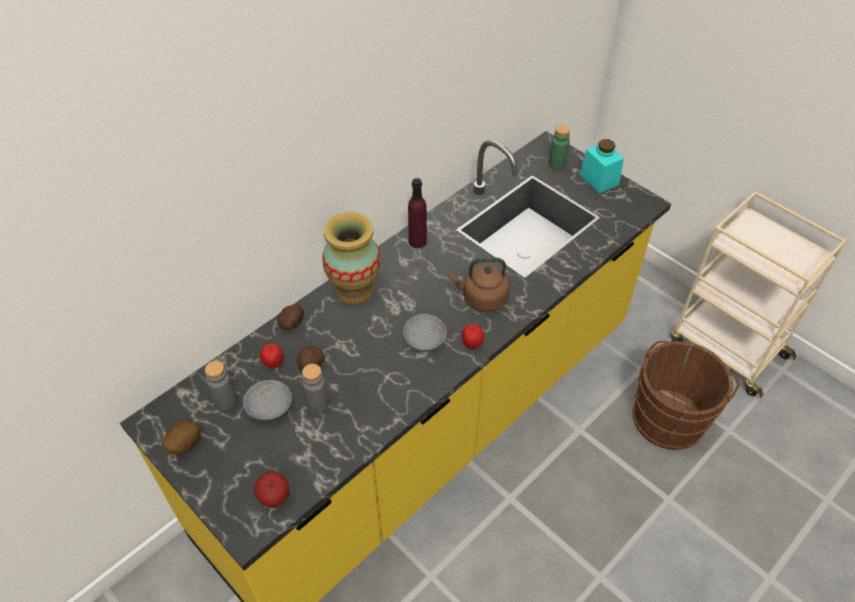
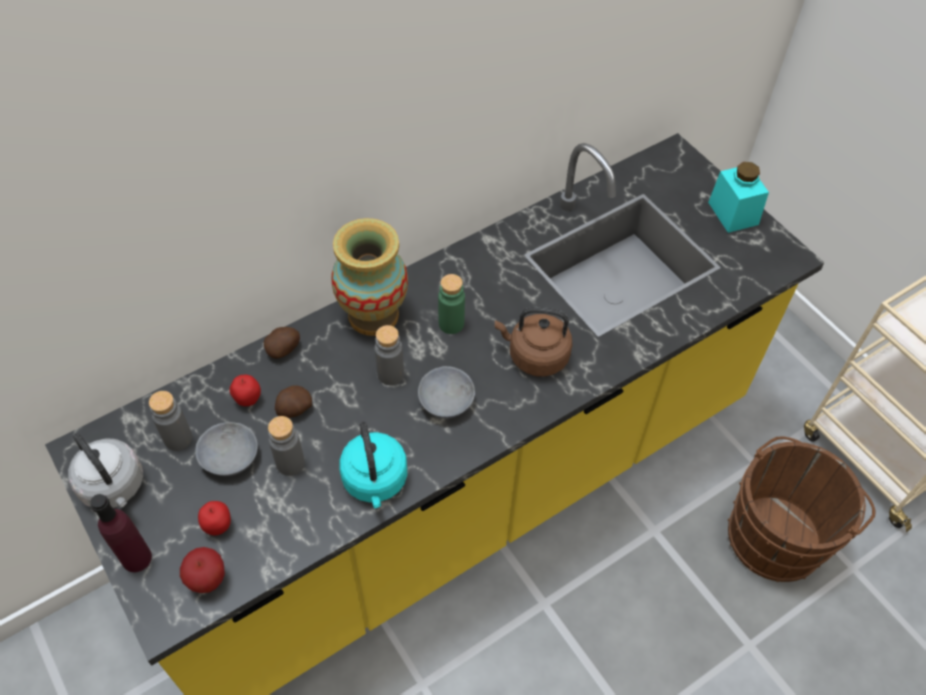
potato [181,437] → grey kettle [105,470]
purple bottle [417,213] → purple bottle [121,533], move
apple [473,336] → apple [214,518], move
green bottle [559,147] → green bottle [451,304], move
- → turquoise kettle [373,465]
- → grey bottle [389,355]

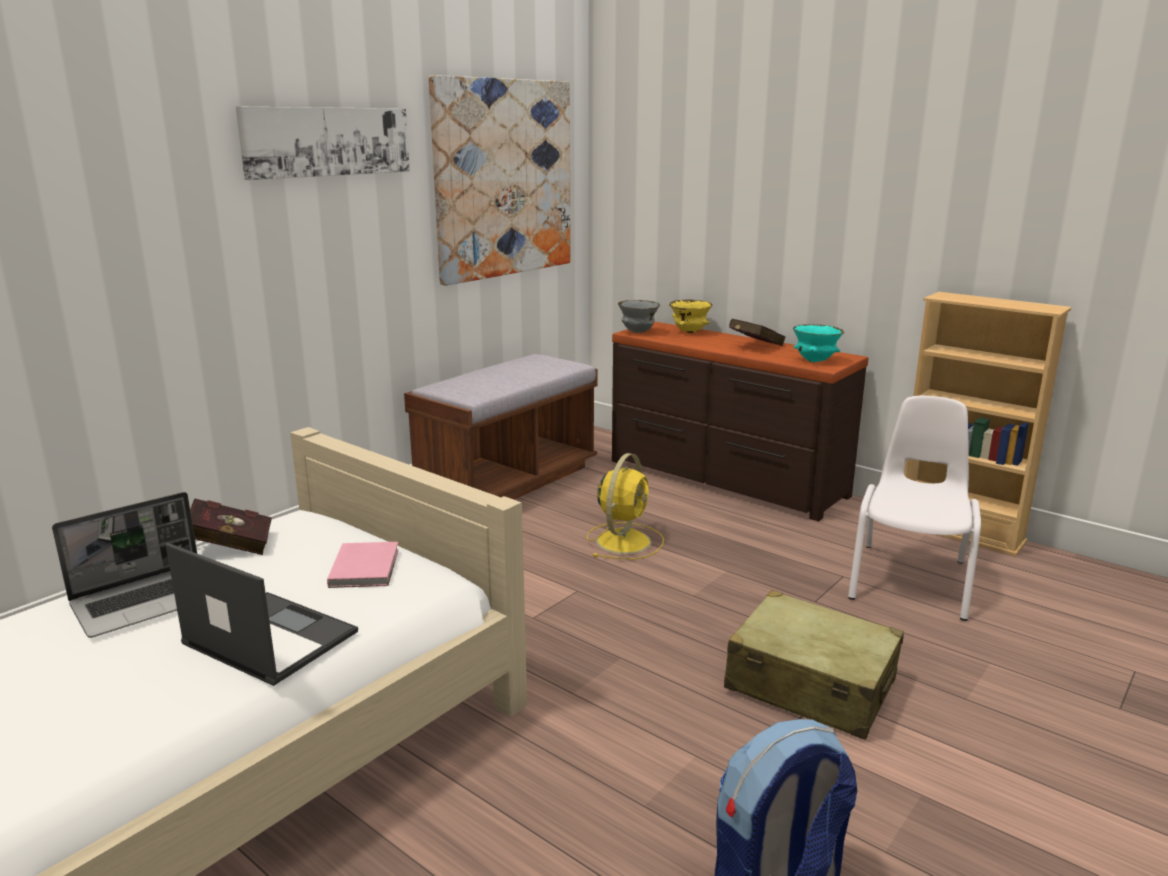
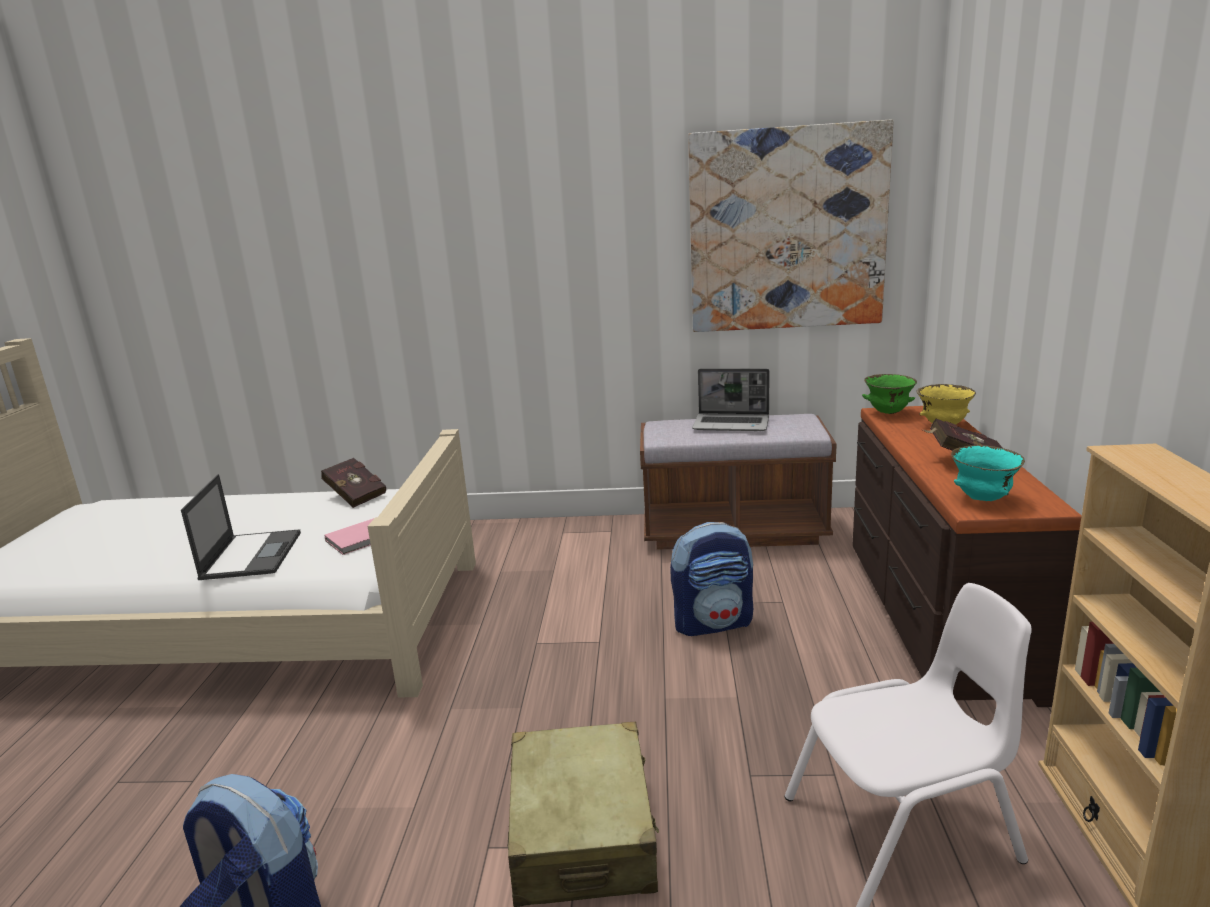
laptop [124,565] → laptop [731,400], move
picture [323,143] → -
yellow fan [625,506] → backpack [711,579]
grey bowl [639,316] → green bowl [889,394]

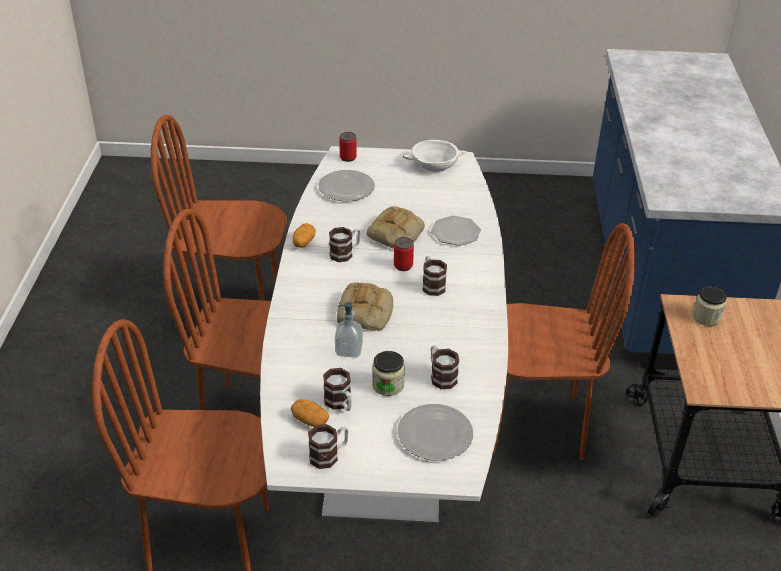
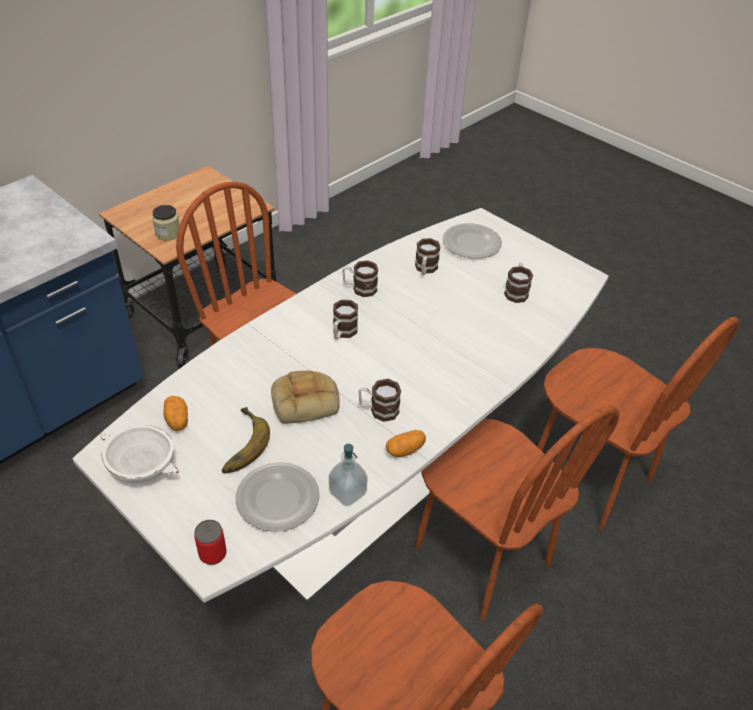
potato [310,413] → potato [175,413], move
mug [328,446] → mug [360,278], move
soap dispenser [349,330] → soap dispenser [348,475], move
bread [365,306] → -
jar [388,373] → -
can [404,254] → -
plate [456,231] → -
- → banana [246,440]

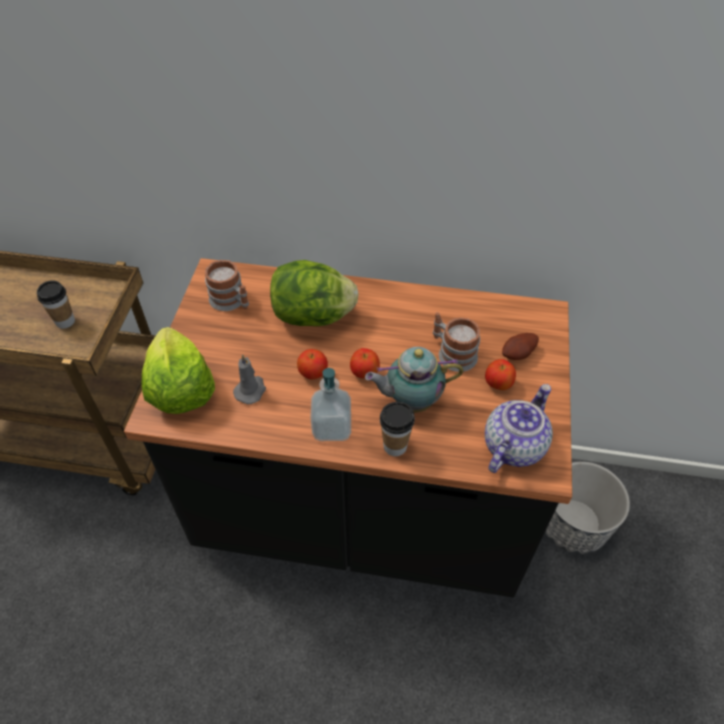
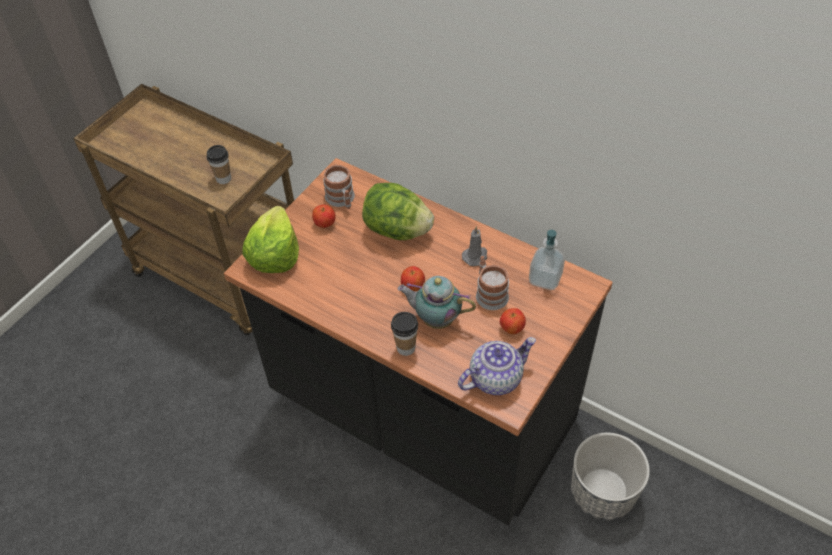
grey candle [249,379] → grey candle [474,246], move
apple [312,364] → apple [324,216], move
soap dispenser [331,404] → soap dispenser [547,260], move
potato [520,346] → -

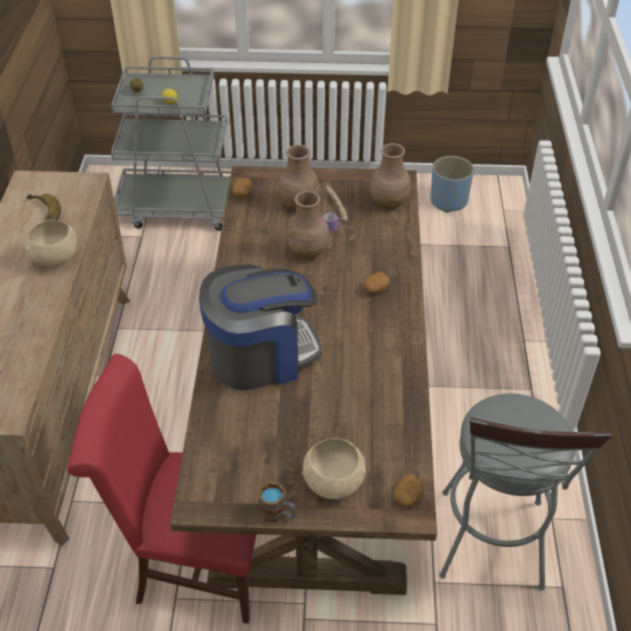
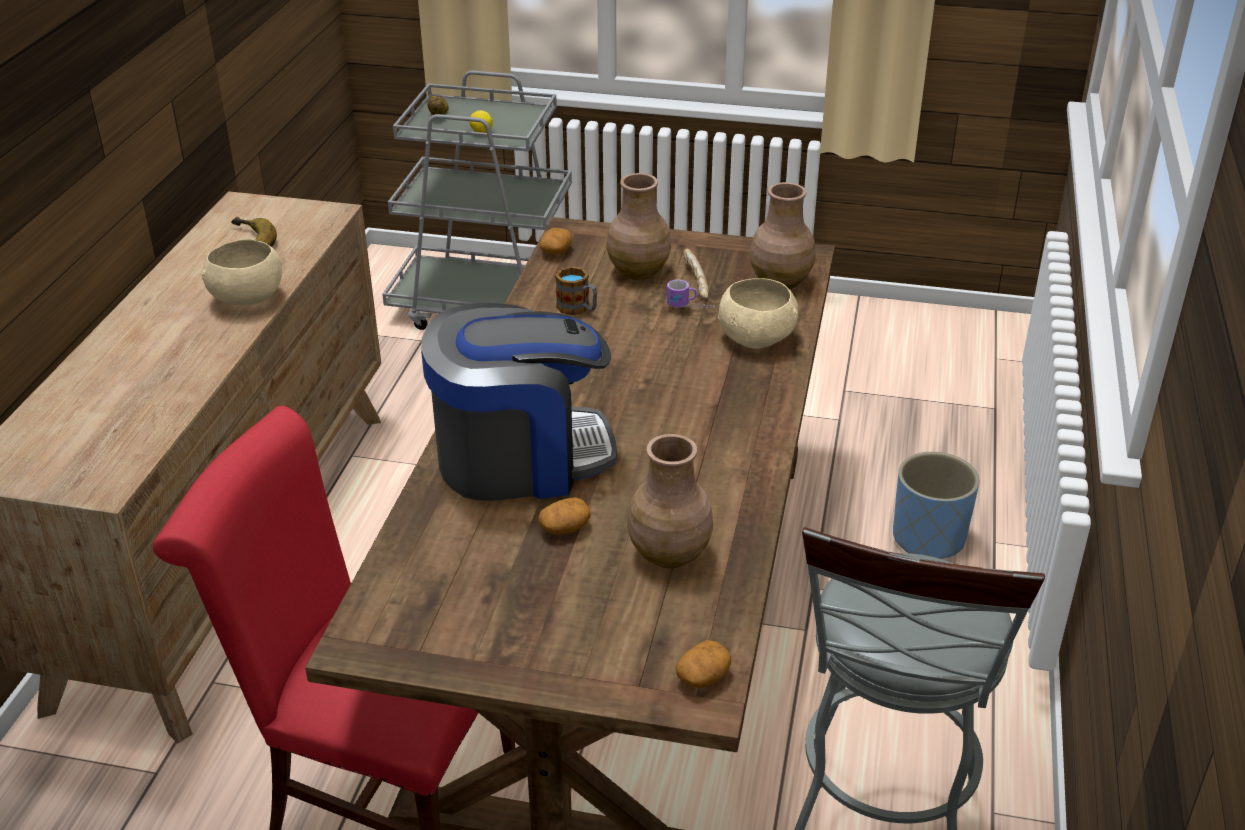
mug [277,502] → mug [576,290], move
brown vase [308,225] → brown vase [670,501], move
beige bowl [334,468] → beige bowl [758,313], move
potato [376,283] → potato [564,515], move
blue planter [452,184] → blue planter [936,505], move

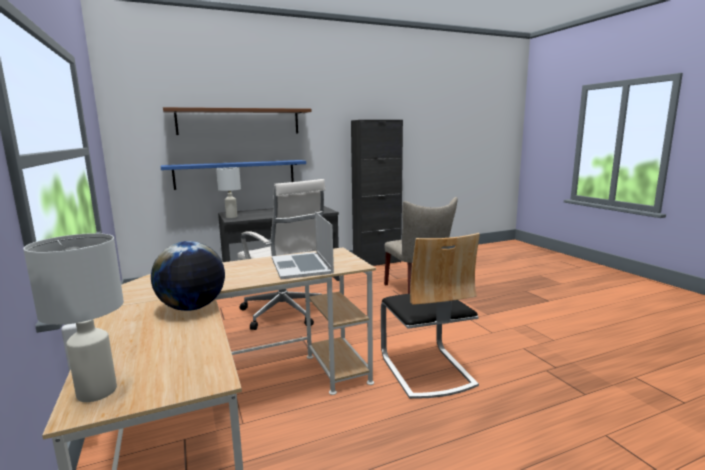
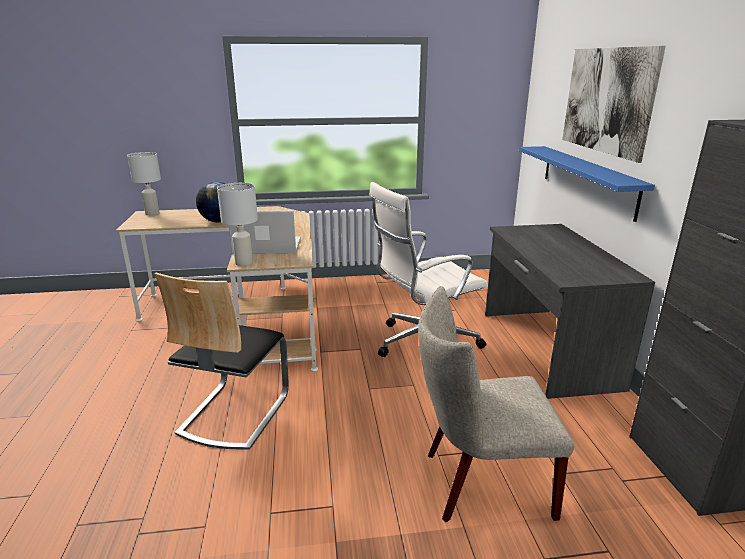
brown shelf [237,121] → picture [614,104]
white table lamp [228,193] → white table lamp [237,224], move
chair [430,316] → chair [222,361], 75 degrees counterclockwise

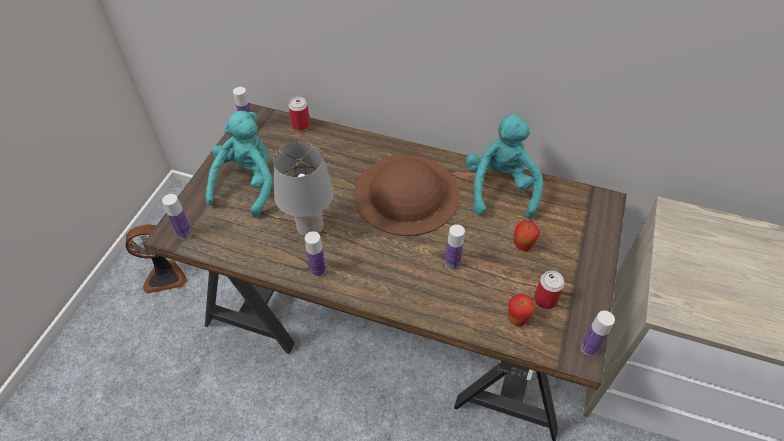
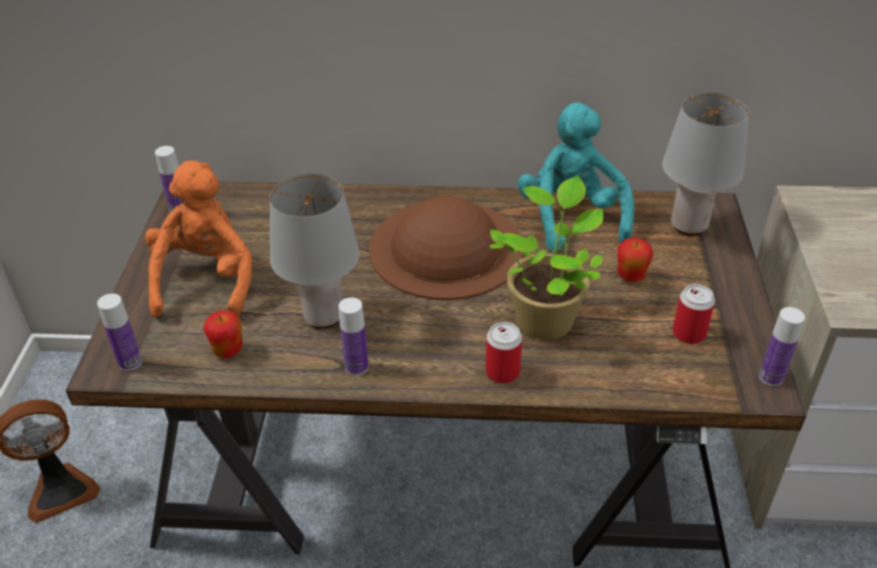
turquoise plush toy [239,164] → orange plush toy [198,239]
can [299,114] → can [504,353], move
bottle [455,247] → potted plant [547,257]
apple [521,310] → apple [223,334], move
- → grey table lamp [705,164]

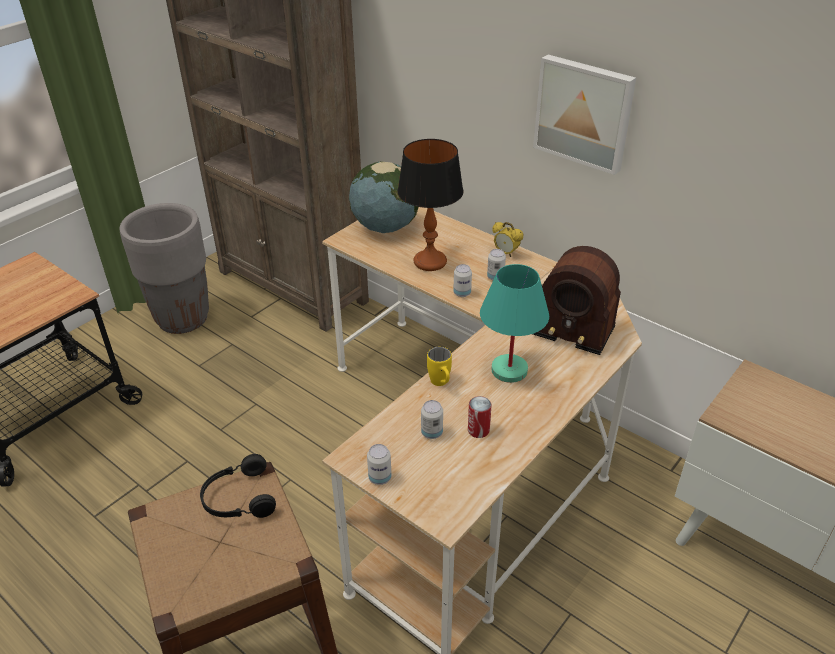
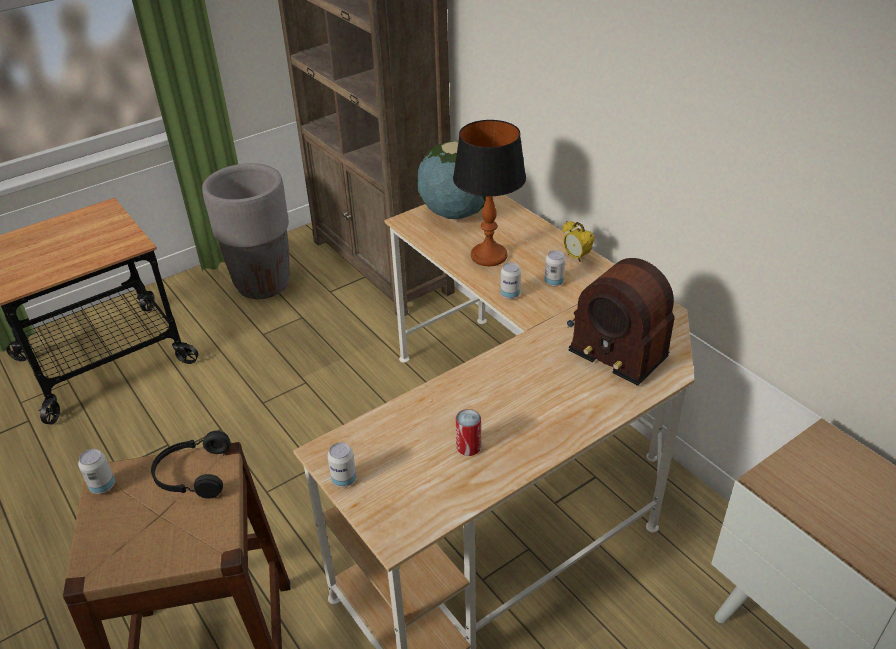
can [432,419] → can [96,471], move
yellow mug [439,366] → -
turquoise table lamp [514,323] → -
picture [584,115] → -

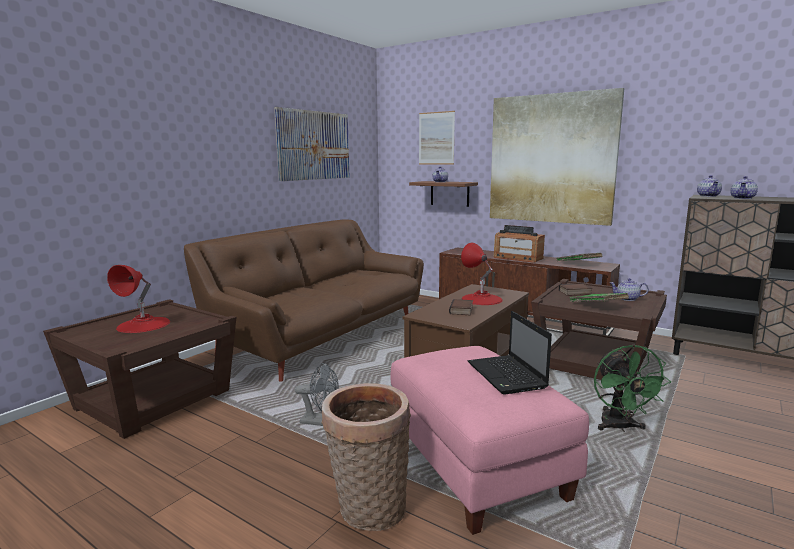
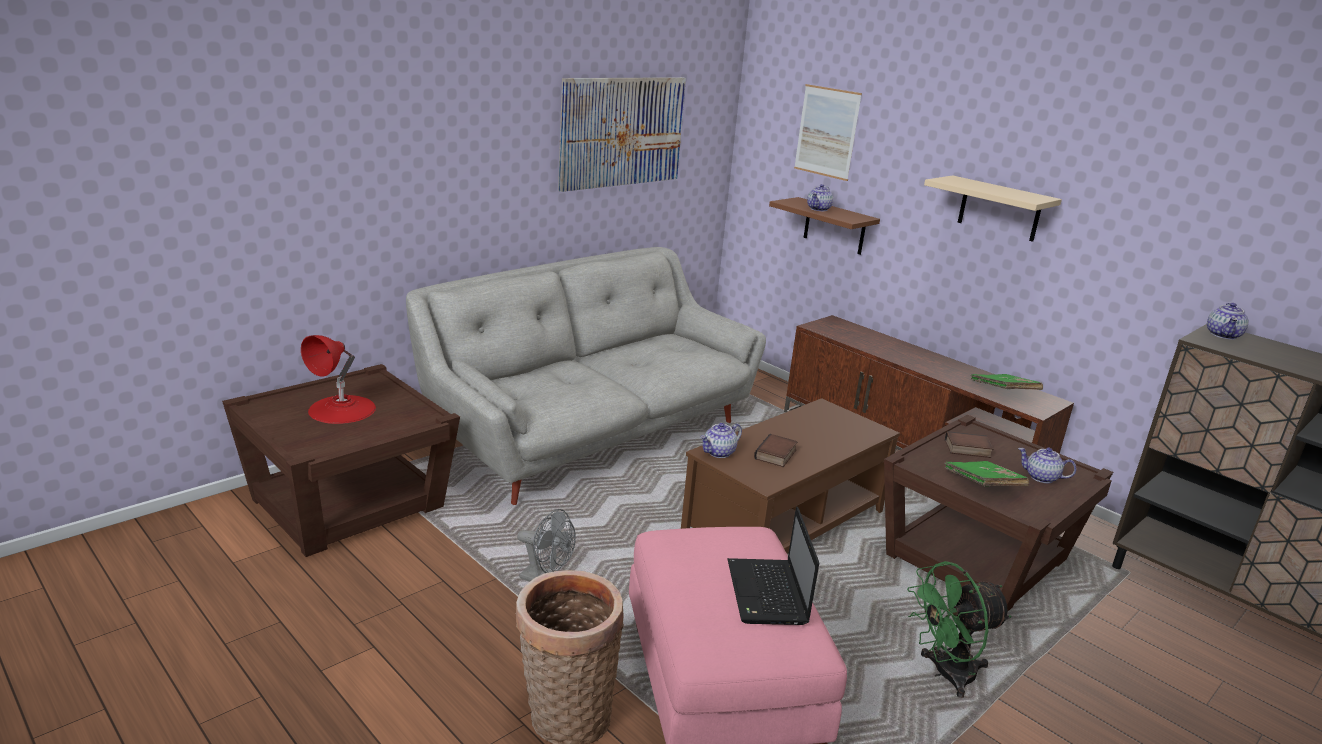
brown sofa [304,300] → grey sofa [586,376]
red table lamp [482,273] → -
picture [557,157] → beige shelf [993,208]
radio [519,244] → -
green fan [632,388] → green fan [959,629], 60 degrees clockwise
teapot [744,187] → teapot [721,440], move

